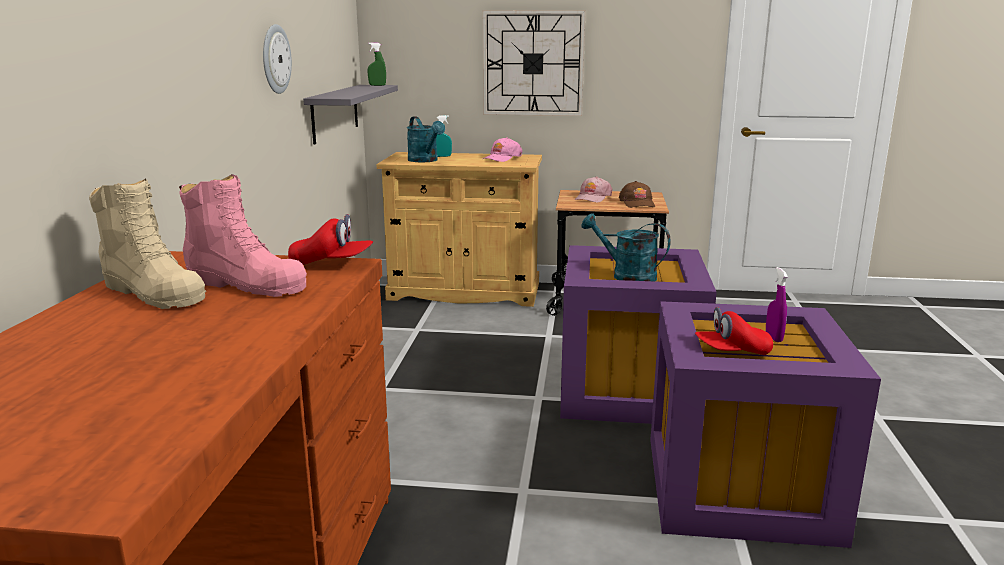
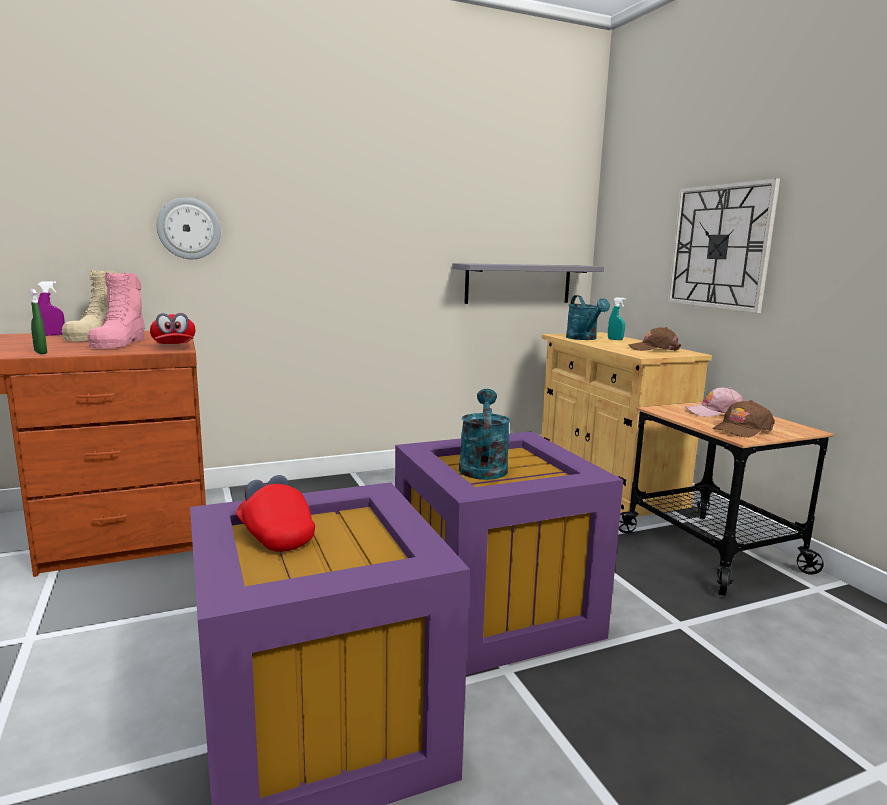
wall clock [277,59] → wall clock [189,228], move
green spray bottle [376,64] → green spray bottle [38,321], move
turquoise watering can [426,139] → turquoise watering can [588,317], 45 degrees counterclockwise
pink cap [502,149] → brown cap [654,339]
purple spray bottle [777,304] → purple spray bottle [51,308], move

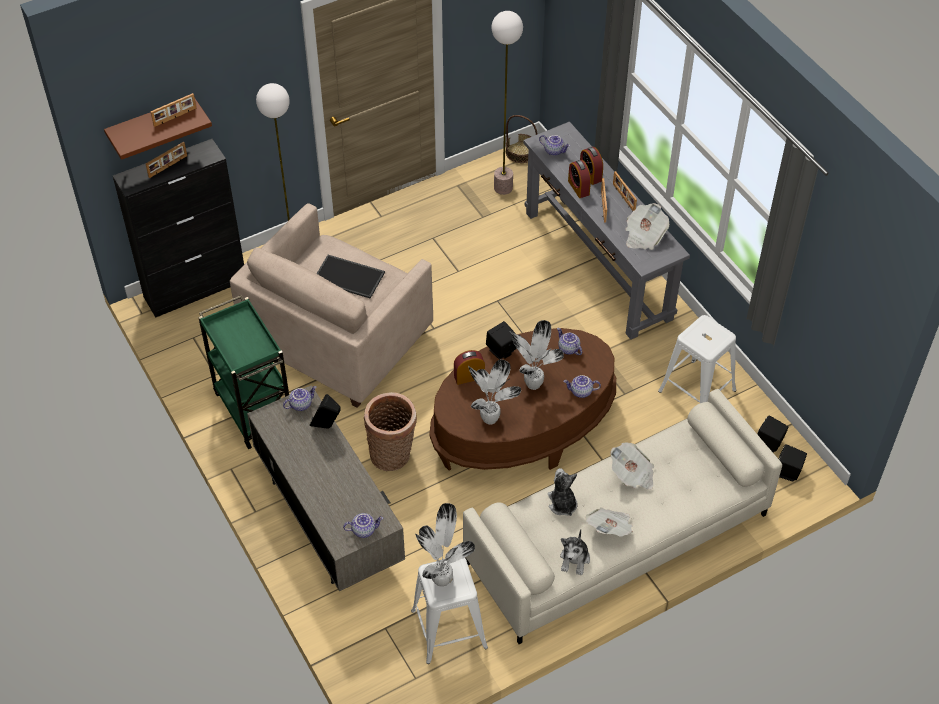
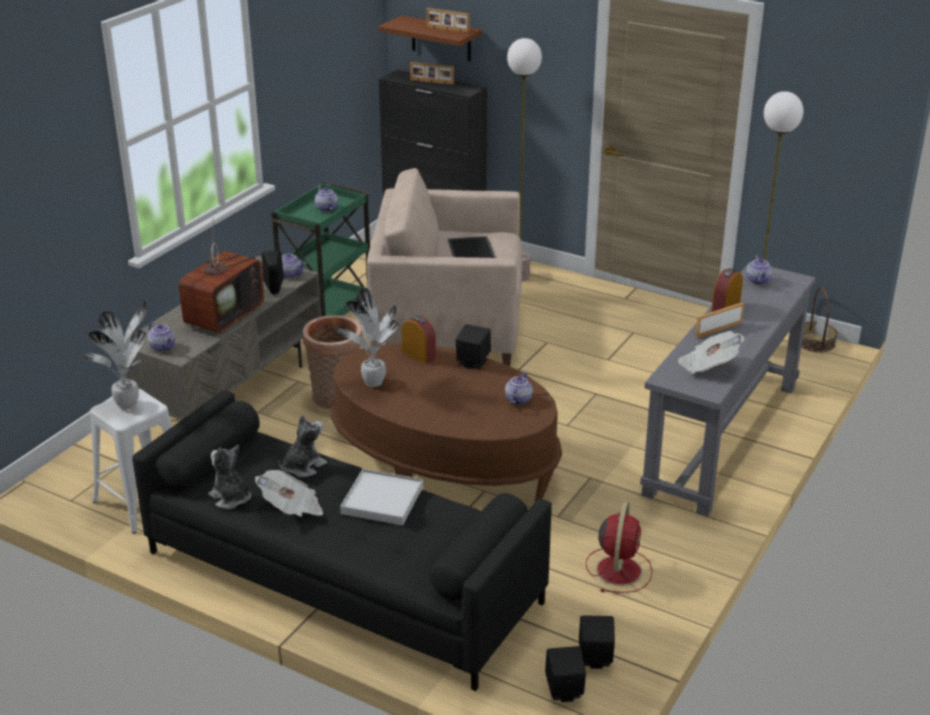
beige sofa [622,516] → black sofa [342,540]
potted plant [537,355] → -
plush toy [575,552] → plush toy [229,477], 60 degrees clockwise
teapot [582,386] → teapot [326,199], move
alarm clock [591,166] → -
newspaper [632,466] → white tray [381,497]
picture frame [625,191] → -
white stool [697,359] → red fan [619,547]
- → television [221,275]

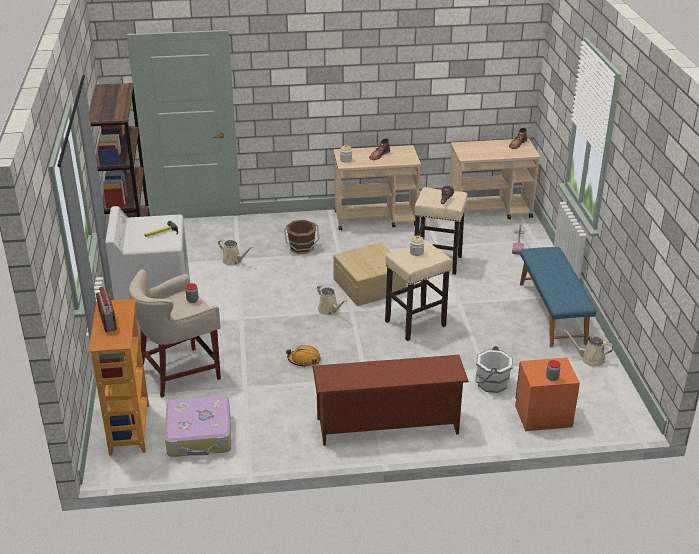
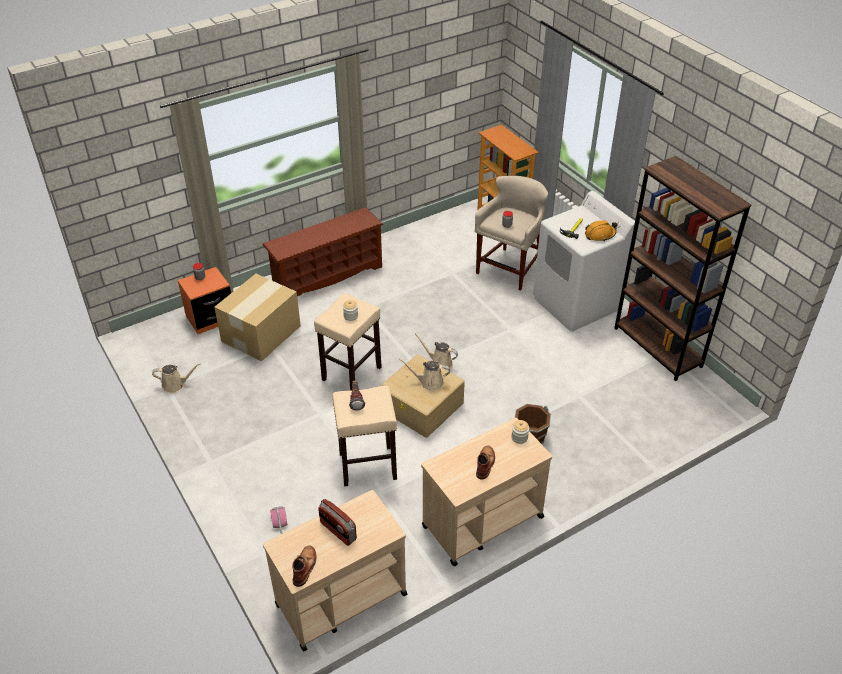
radio [106,309] → radio [337,522], move
suitcase [198,426] → -
beige watering can [235,252] → beige watering can [424,374], move
orange hard hat [303,356] → orange hard hat [601,231], move
white bucket [494,369] → cardboard box [257,318]
blue bench [558,297] → -

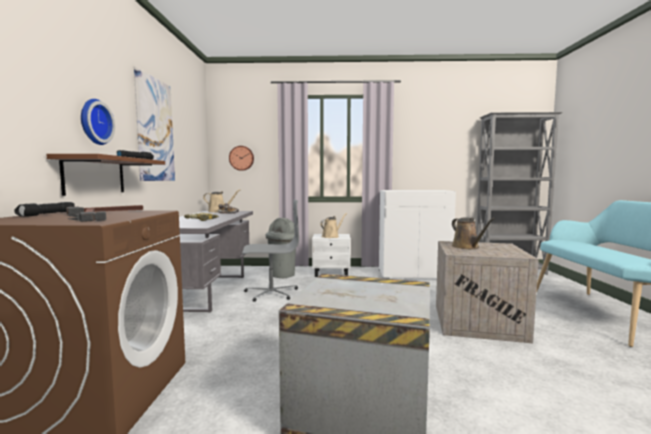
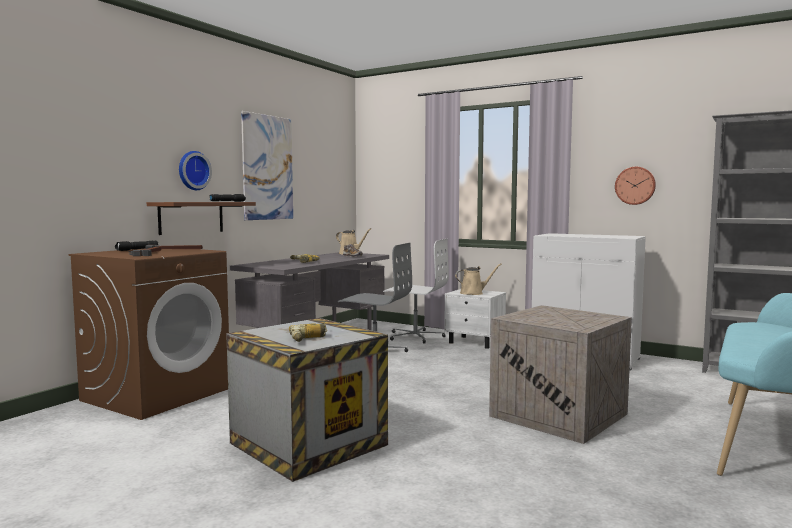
wall clock [241,158] → wall clock [635,186], move
grey trash can [280,247] → white office chair [416,291]
brown watering can [473,233] → -
- → power drill [308,331]

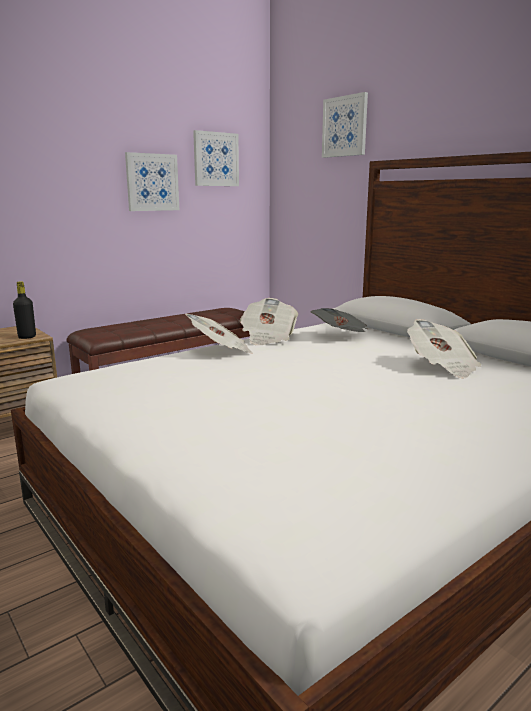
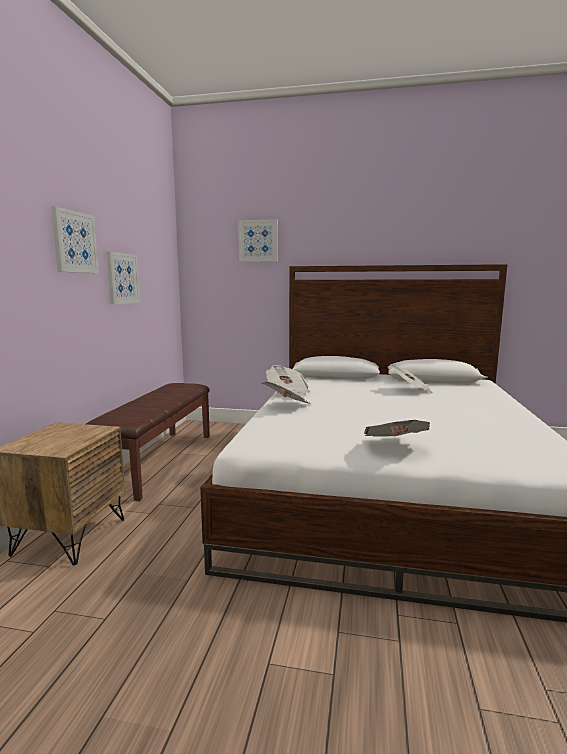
black bottle [24,310] → -
picture [216,158] → picture [75,239], move
newspaper [338,320] → newspaper [397,428], move

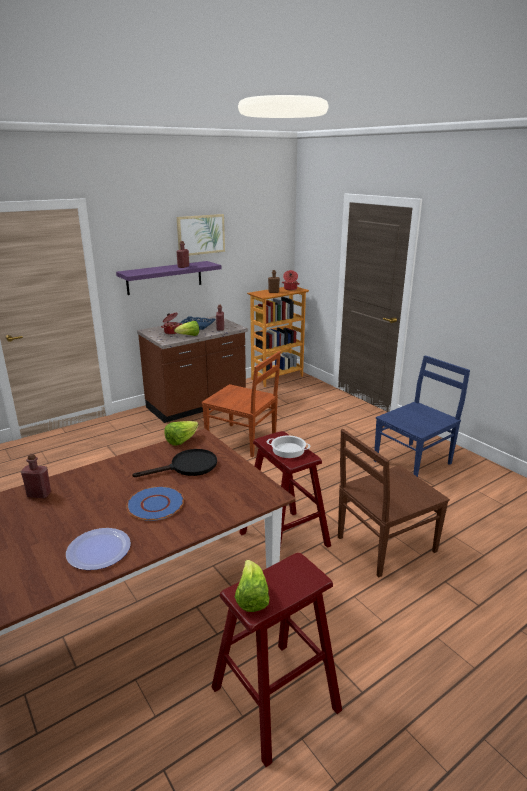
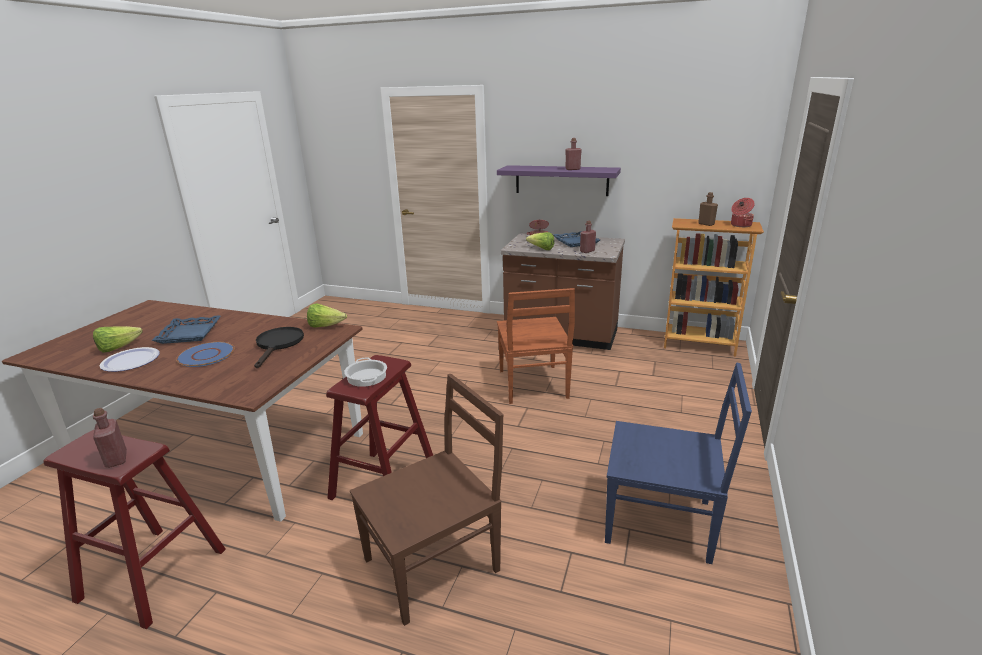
red bottle [36,476] → red bottle [110,438], move
black frying pan [174,463] → black frying pan [279,347], 120 degrees counterclockwise
picture [201,235] → -
lettuce [252,586] → lettuce [118,339], move
brown chair [394,503] → brown chair [427,500], 120 degrees clockwise
- → blue tray [186,330]

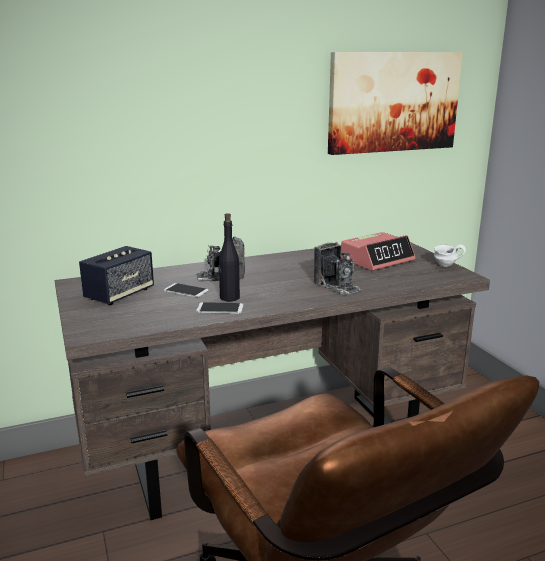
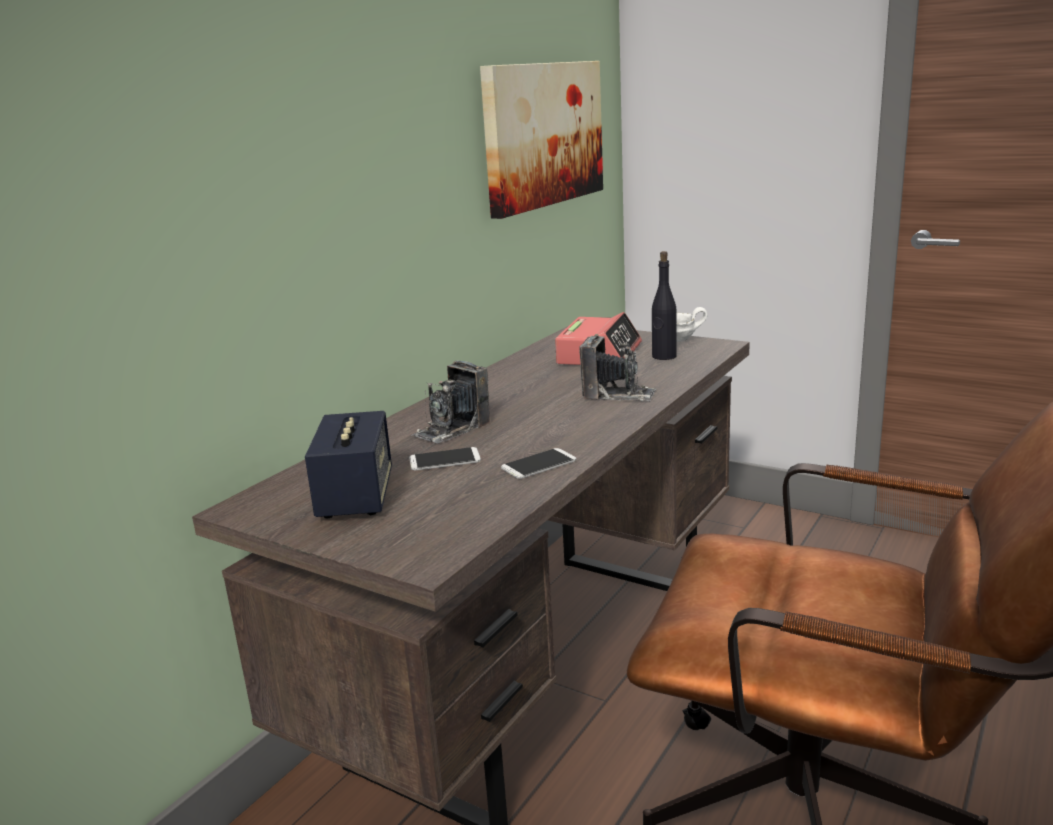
black bottle [229,257] → black bottle [664,305], move

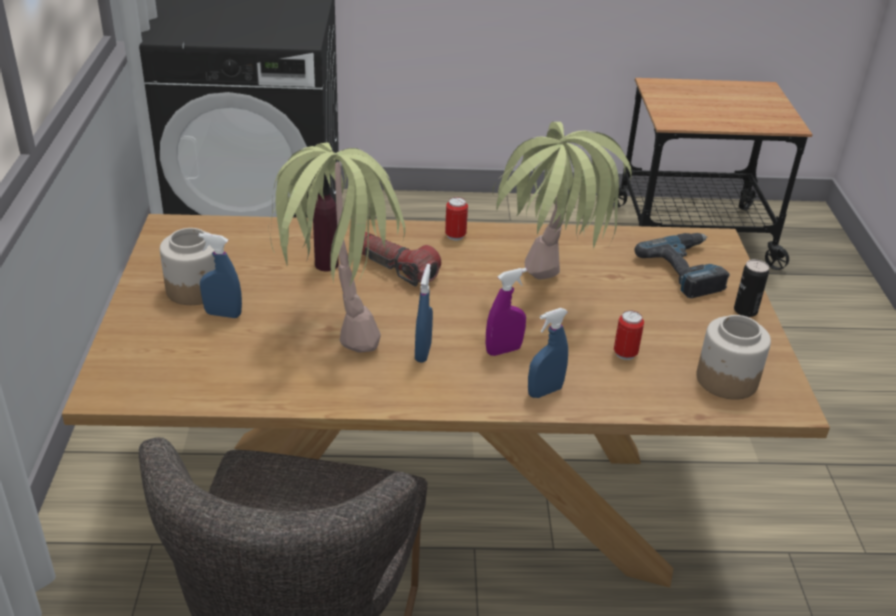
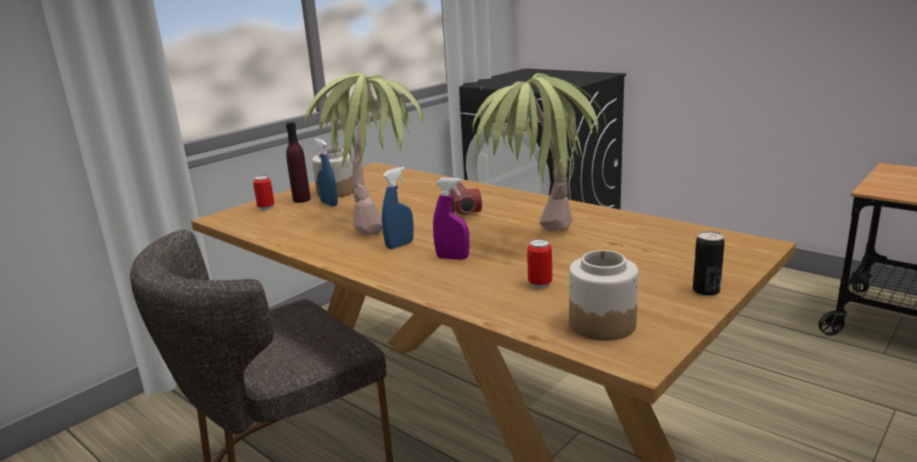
purple bottle [326,222] → purple bottle [298,162], move
can [456,219] → can [263,192], move
blue spray bottle [548,353] → -
power drill [682,265] → -

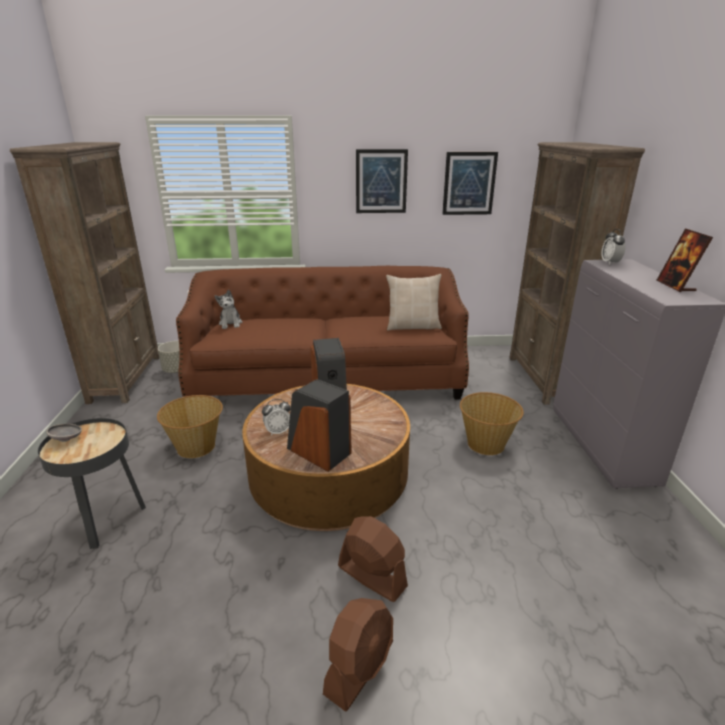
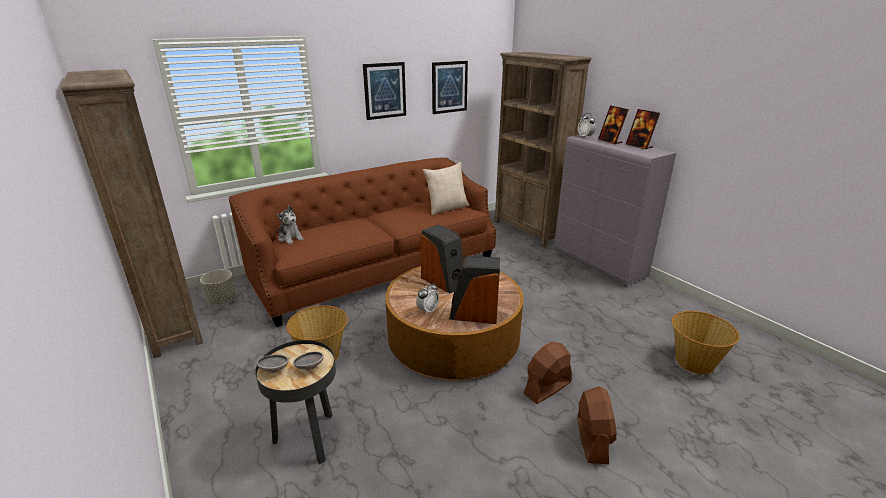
brown fan [373,559] → brown fan [547,372], 45 degrees counterclockwise
basket [492,423] → basket [705,342], move
- → grey bowl [308,361]
- → picture frame [613,125]

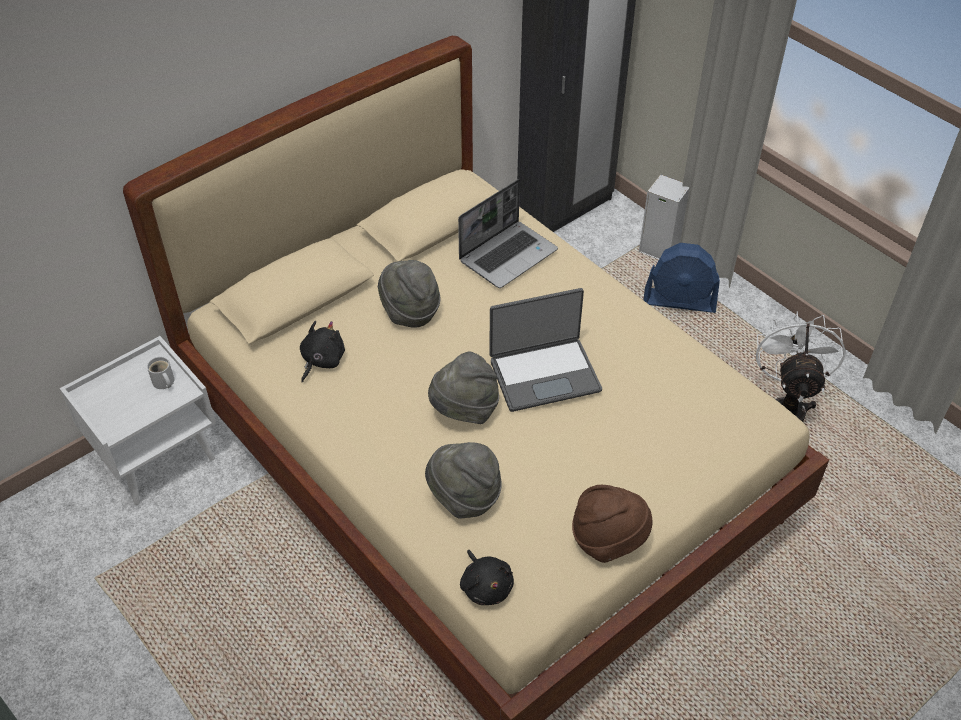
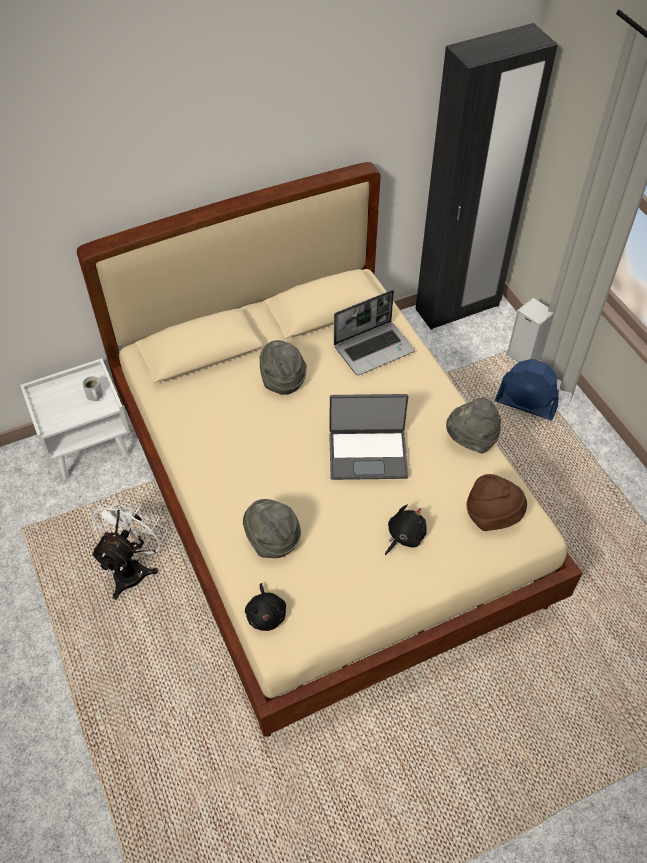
black plush toy [322,351] → black plush toy [406,530], move
grey hat [463,388] → grey hat [473,425], move
brown hat [612,524] → brown hat [497,502], move
white fan [801,366] → white fan [129,548], move

